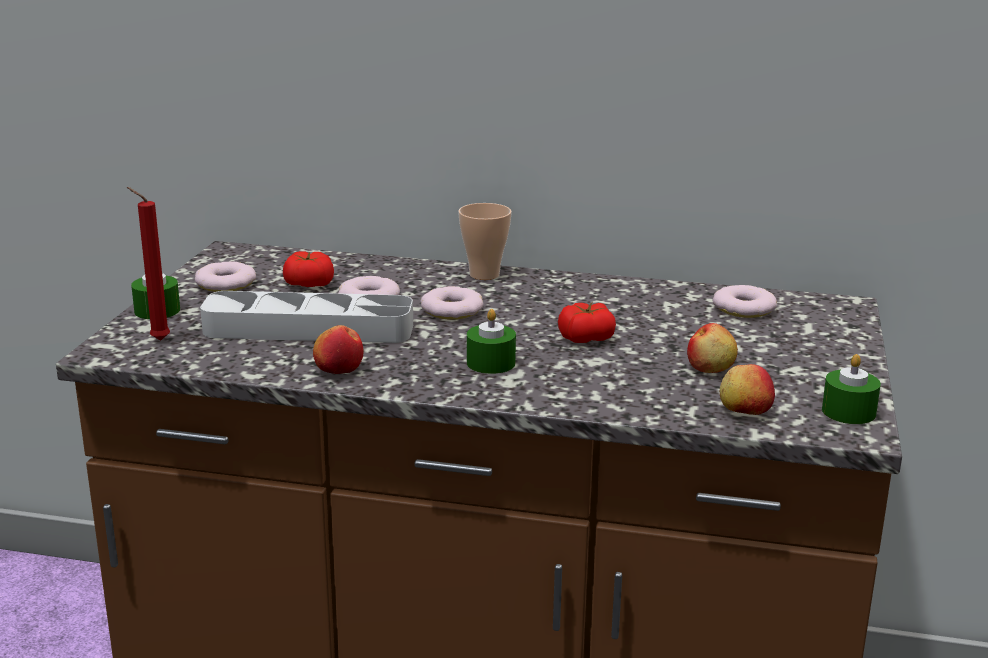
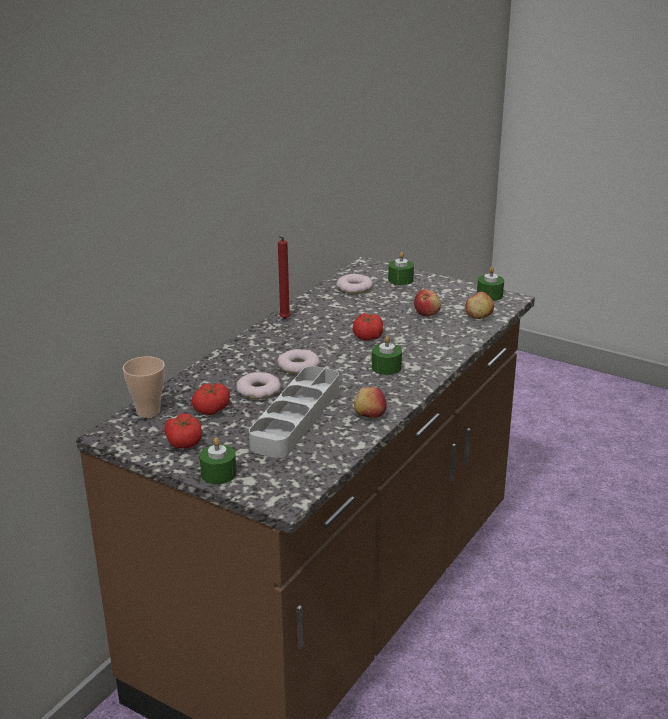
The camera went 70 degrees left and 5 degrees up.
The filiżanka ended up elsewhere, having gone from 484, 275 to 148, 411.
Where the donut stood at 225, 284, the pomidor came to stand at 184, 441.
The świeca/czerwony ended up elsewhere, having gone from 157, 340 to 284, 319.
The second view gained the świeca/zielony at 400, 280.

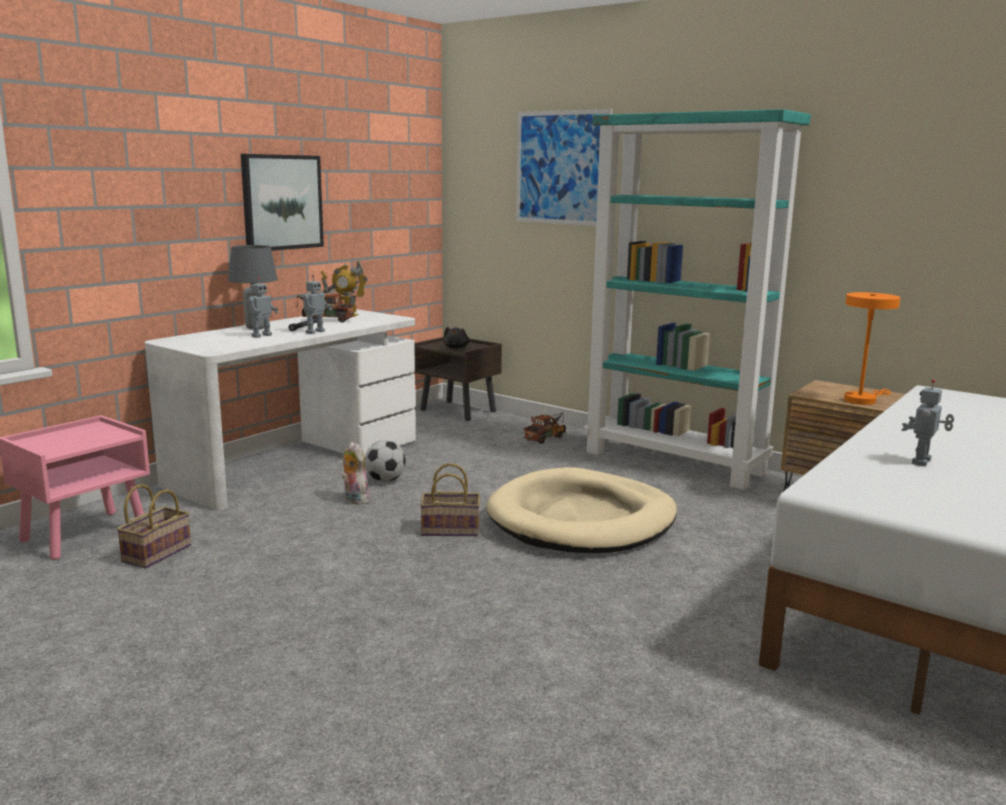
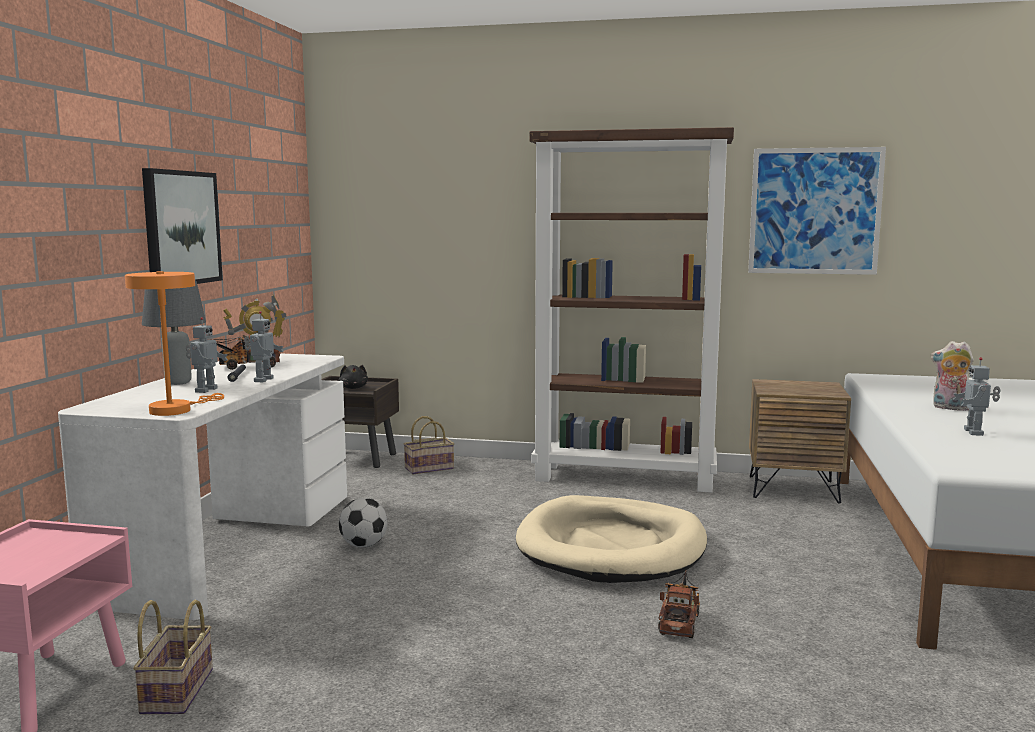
The camera went 25 degrees left and 5 degrees down.
The lampa stołowa/pomarańczowy ended up elsewhere, having gone from 862, 399 to 175, 409.
The koszyk ended up elsewhere, having gone from 452, 529 to 430, 468.
What was the regał/turkusowy at 675, 462 turned into the regał/brązowy at 626, 477.
The ciężarówka zabawkowa ended up elsewhere, having gone from 547, 437 to 680, 621.
The obraz ended up elsewhere, having gone from 562, 168 to 815, 211.
The pluszak ended up elsewhere, having gone from 354, 499 to 950, 408.

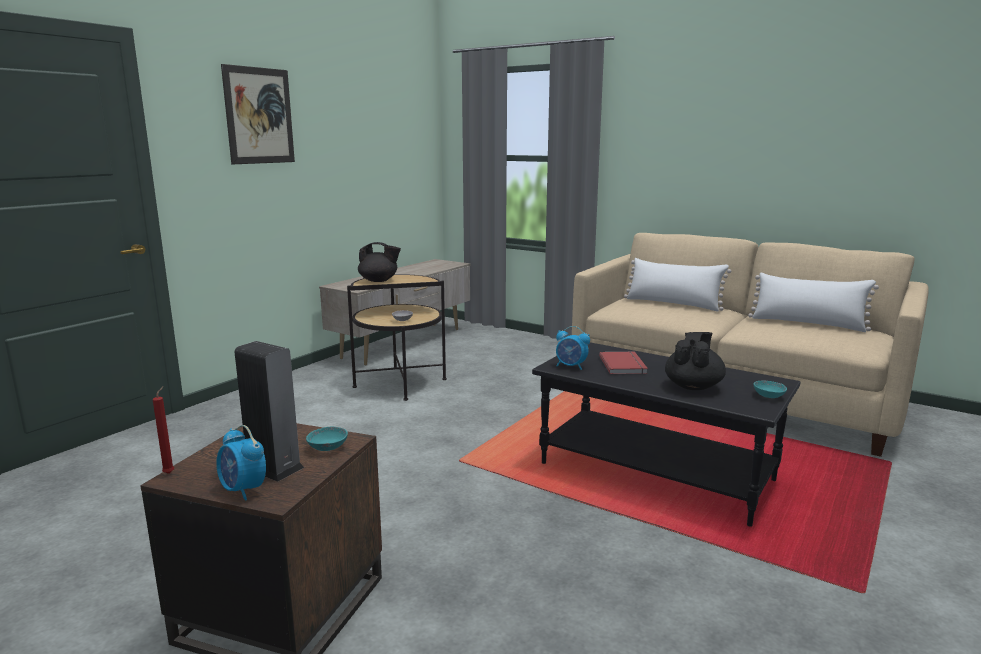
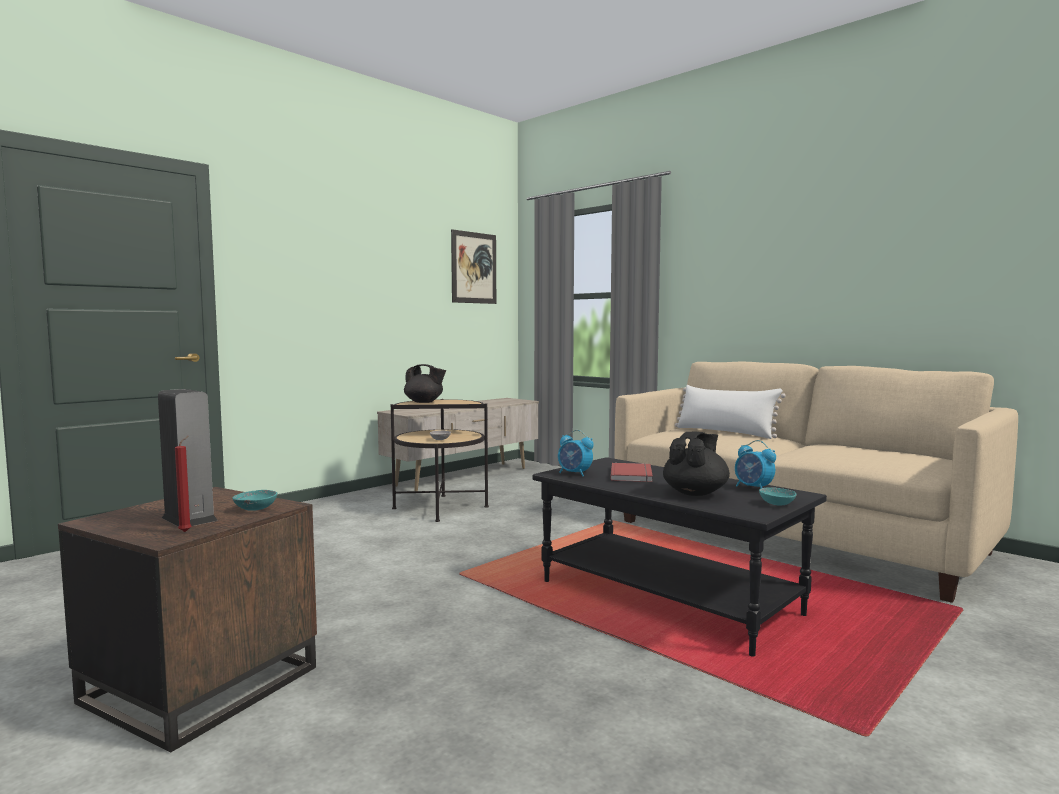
The camera went 10 degrees right and 10 degrees down.
The świeca/czerwony ended up elsewhere, having gone from 170, 472 to 187, 531.
The obraz ended up elsewhere, having gone from 259, 116 to 474, 268.
The budzik ended up elsewhere, having gone from 243, 490 to 753, 488.
The second view lost the poduszka/biały at 808, 323.

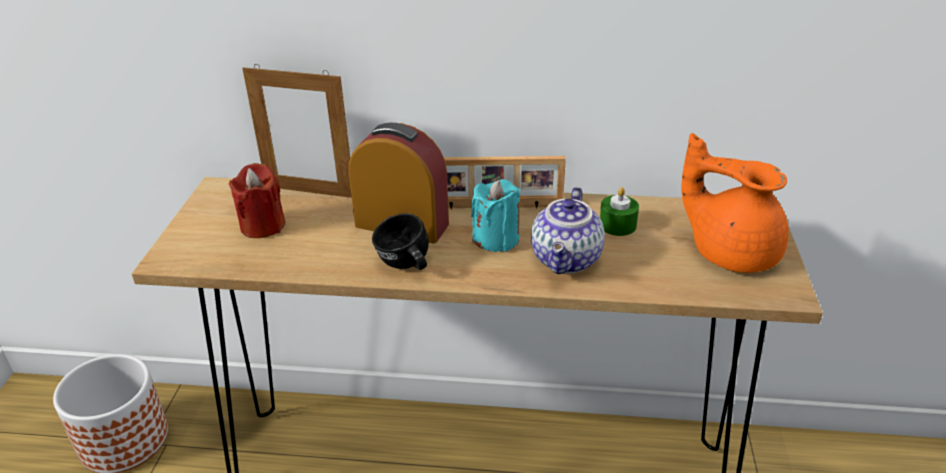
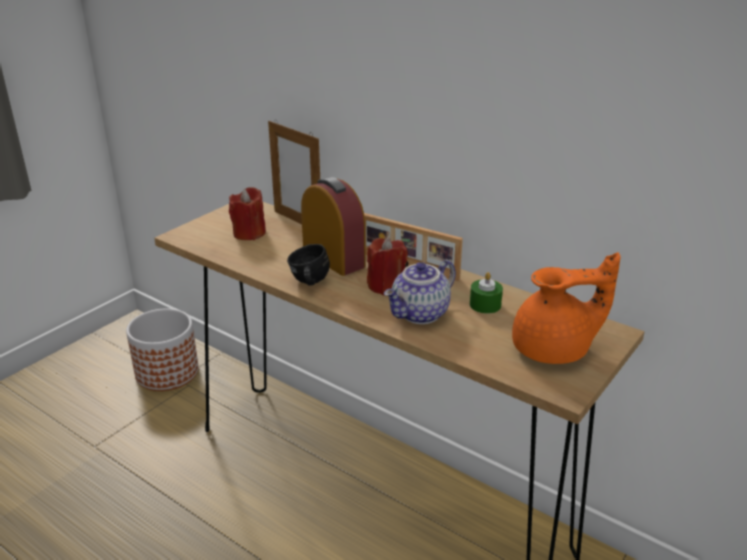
The camera went 30 degrees right and 5 degrees down.
What was the świeca/turkusowy at 496, 239 turned into the świeca/czerwony at 386, 286.
The imbryk/pomarańczowy at 731, 251 ended up facing another way, 105 degrees clockwise from before.

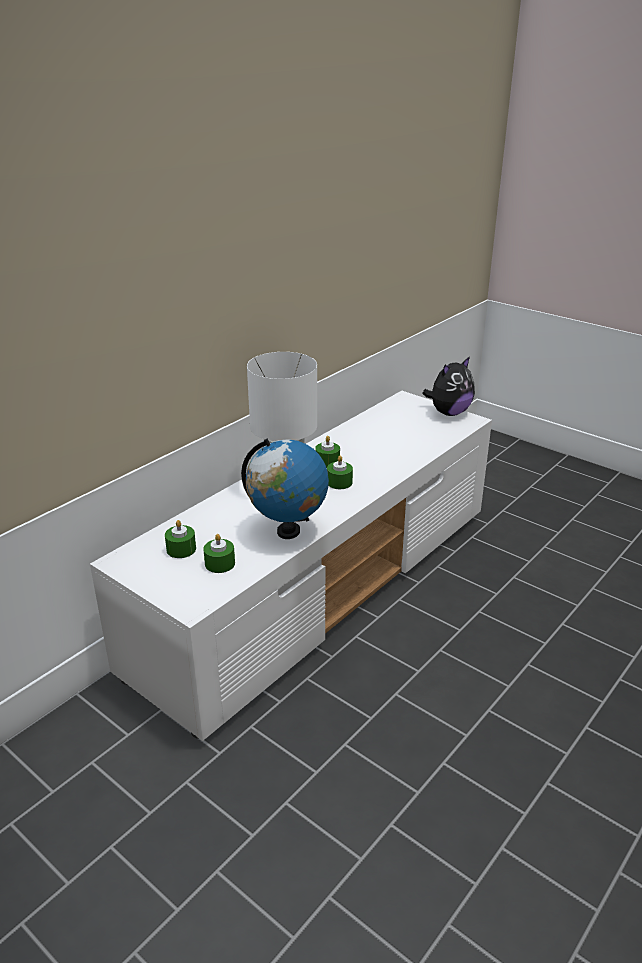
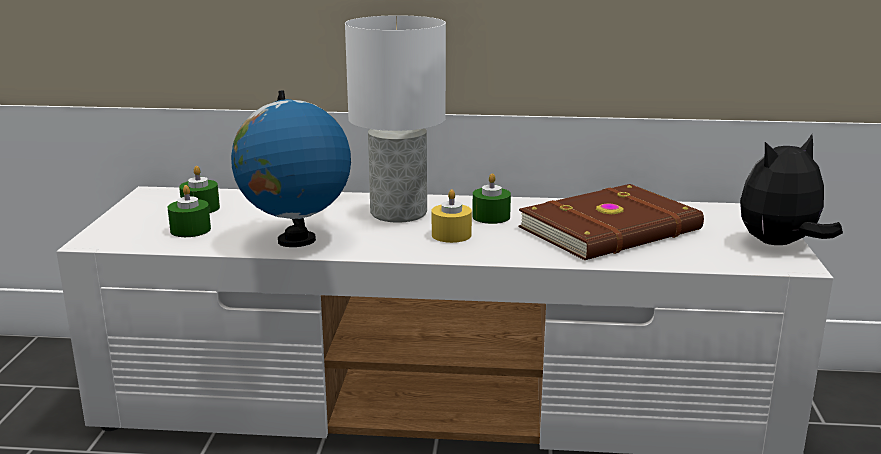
The camera went 55 degrees right and 10 degrees down.
What was the świeca/zielony at 339, 482 turned into the świeca/żółty at 451, 235.
The second view gained the książka/brązowy at 612, 230.
The pluszak at 449, 412 ended up facing another way, 135 degrees clockwise from before.

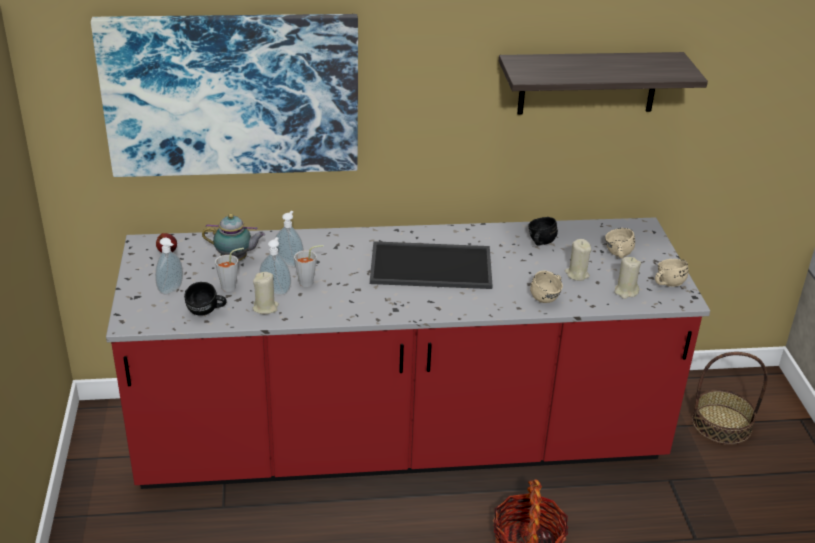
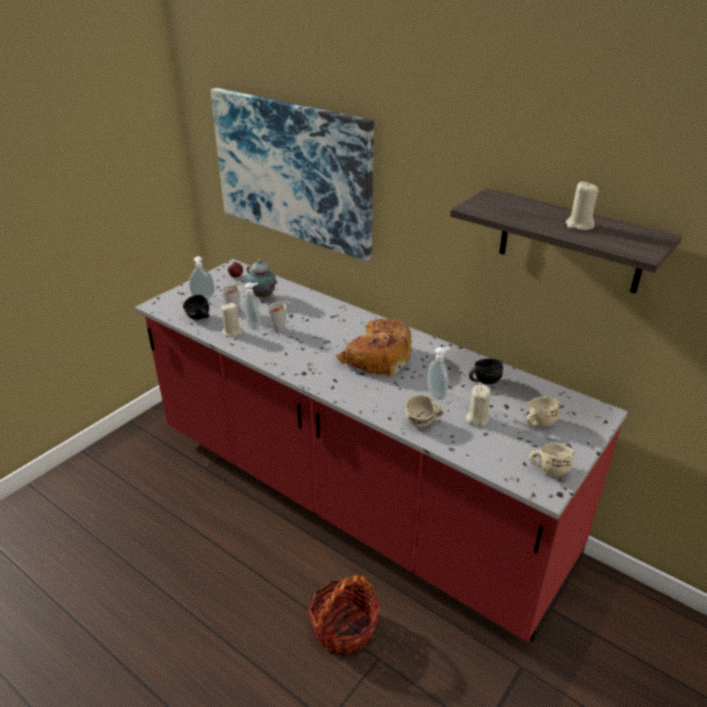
The camera went 45 degrees right and 0 degrees up.
Where the taca stood at 432, 265, the chleb came to stand at 376, 357.
The dozownik mydła ended up elsewhere, having gone from 290, 263 to 437, 394.
The świeca/beżowy ended up elsewhere, having gone from 625, 291 to 579, 225.
The second view lost the koszyk at 721, 424.

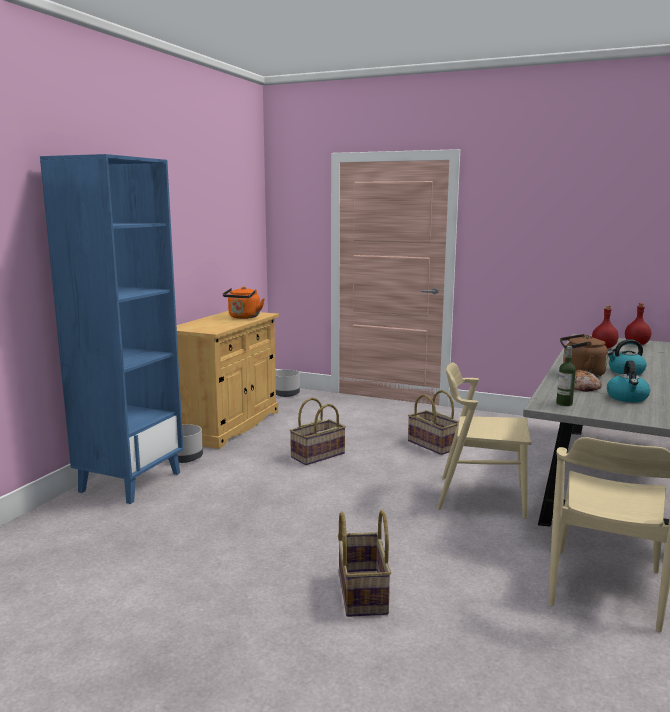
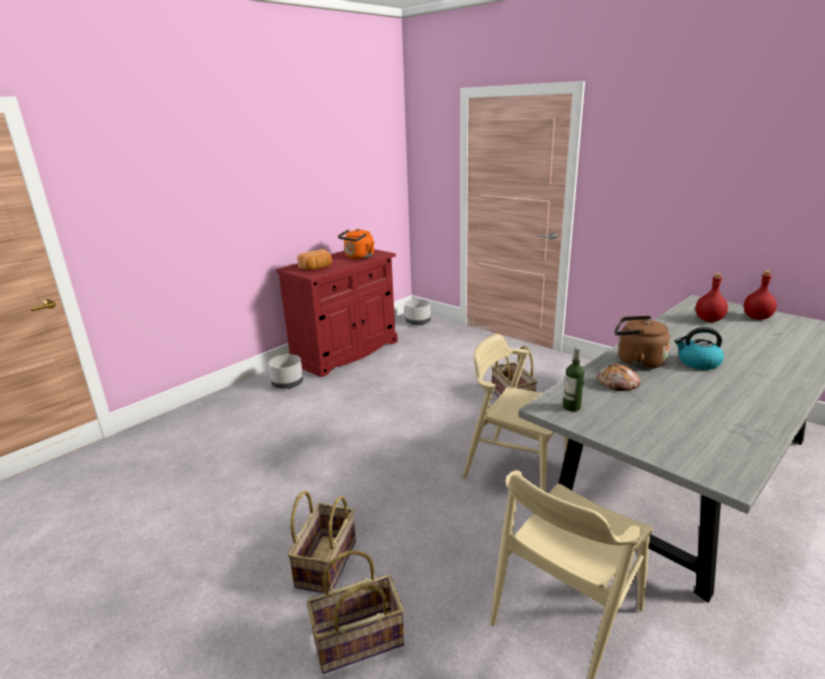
The camera went 20 degrees right and 10 degrees up.
What was the szafka/beżowy at 227, 425 turned into the szafka/czerwony at 345, 352.
The second view gained the chleb at 317, 268.
The koszyk ended up elsewhere, having gone from 318, 456 to 358, 642.
The second view lost the regał/niebieski at 130, 481.
The second view lost the czajnik at 627, 398.

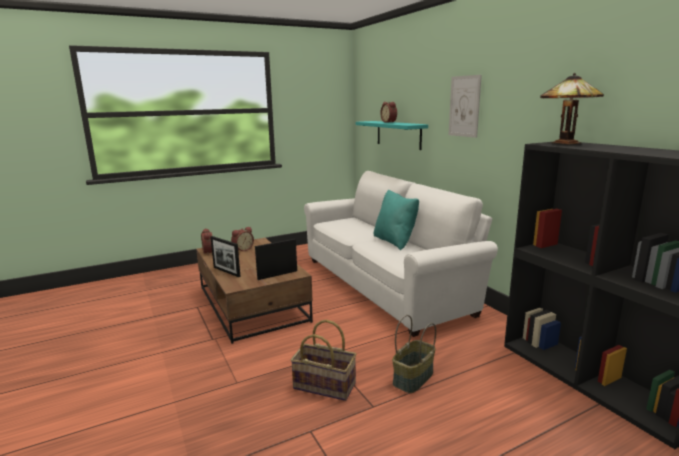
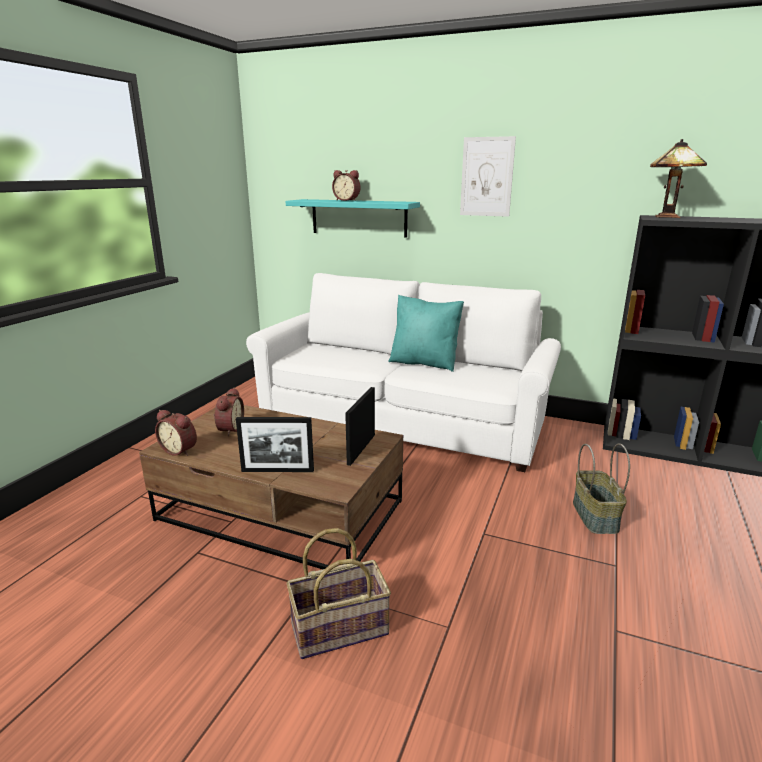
The camera went 40 degrees left and 5 degrees up.
The koszyk ended up elsewhere, having gone from 325, 385 to 339, 627.

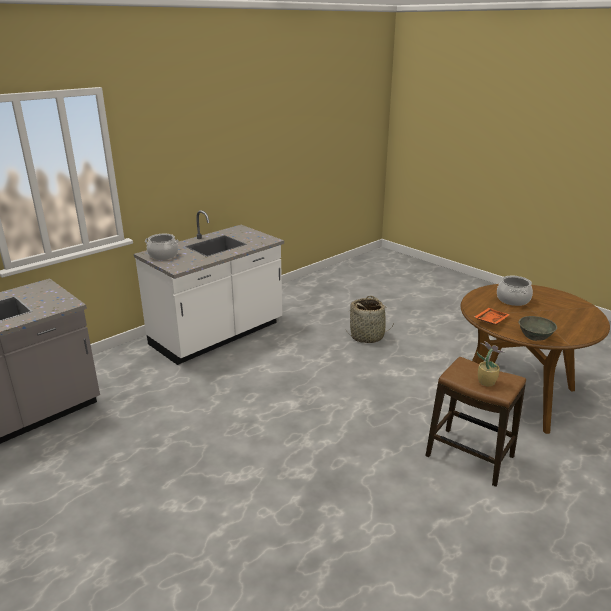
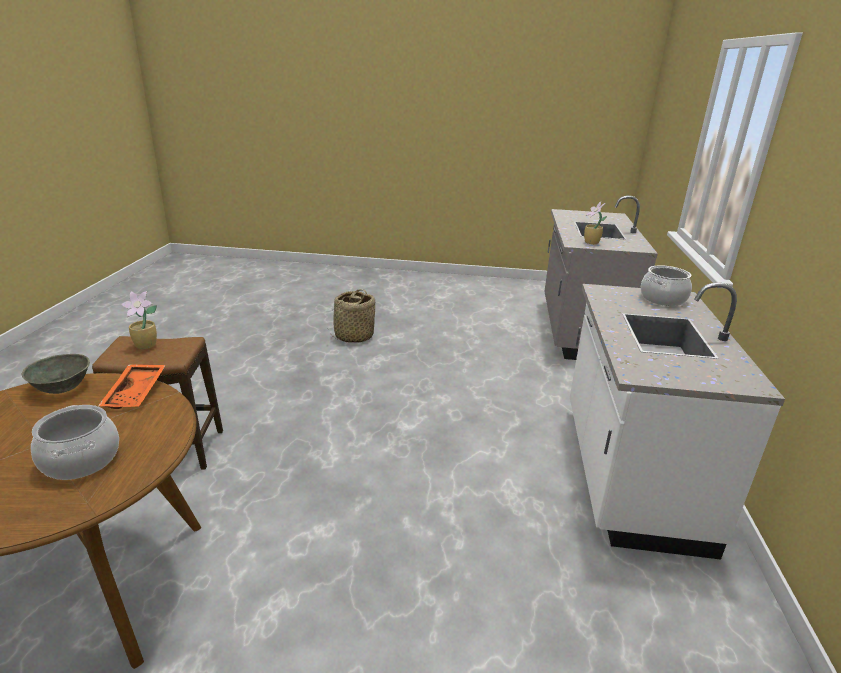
The camera went 140 degrees right and 0 degrees up.
The koszyk ended up elsewhere, having gone from 367, 336 to 353, 336.
The second view gained the roślina doniczkowa at 591, 242.

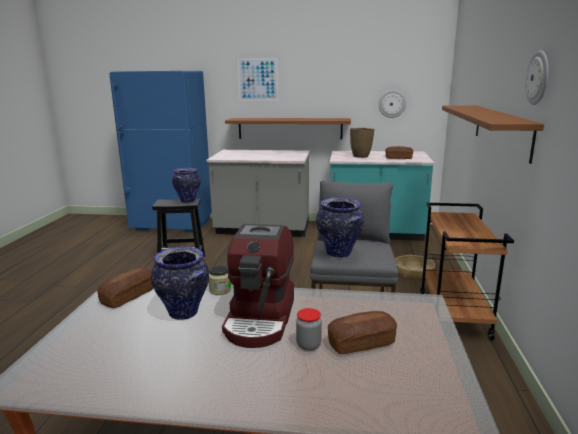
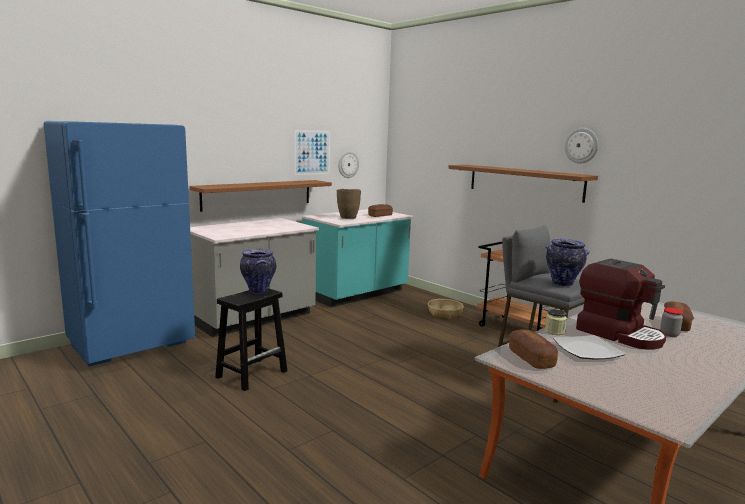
The camera went 50 degrees left and 5 degrees down.
The obraz ended up elsewhere, having gone from 258, 79 to 312, 152.
Where the wazon stood at 184, 313, the talerz came to stand at 587, 350.

